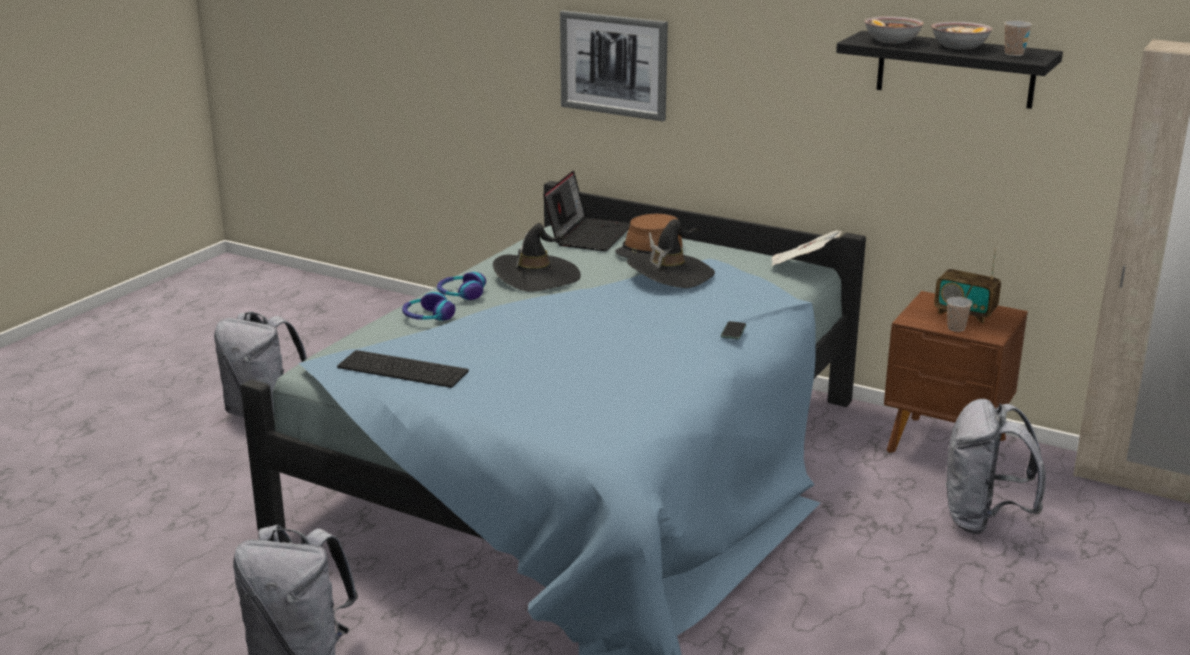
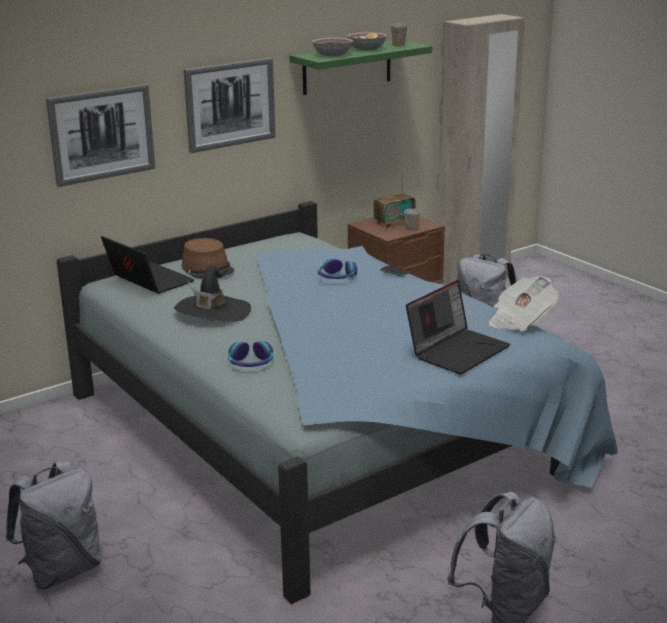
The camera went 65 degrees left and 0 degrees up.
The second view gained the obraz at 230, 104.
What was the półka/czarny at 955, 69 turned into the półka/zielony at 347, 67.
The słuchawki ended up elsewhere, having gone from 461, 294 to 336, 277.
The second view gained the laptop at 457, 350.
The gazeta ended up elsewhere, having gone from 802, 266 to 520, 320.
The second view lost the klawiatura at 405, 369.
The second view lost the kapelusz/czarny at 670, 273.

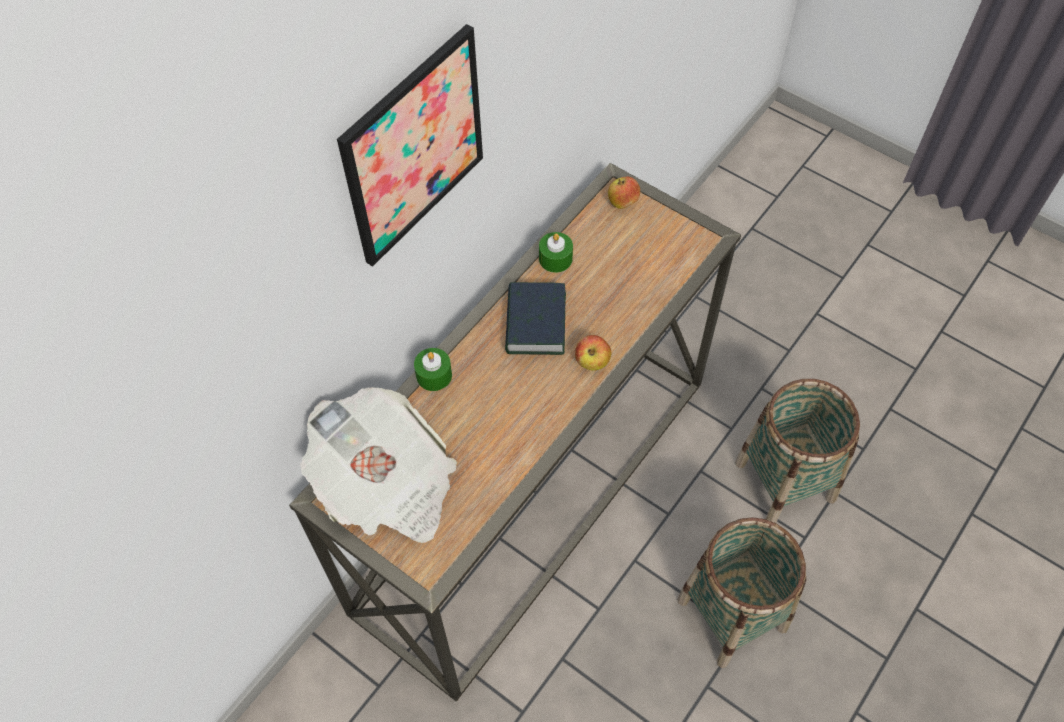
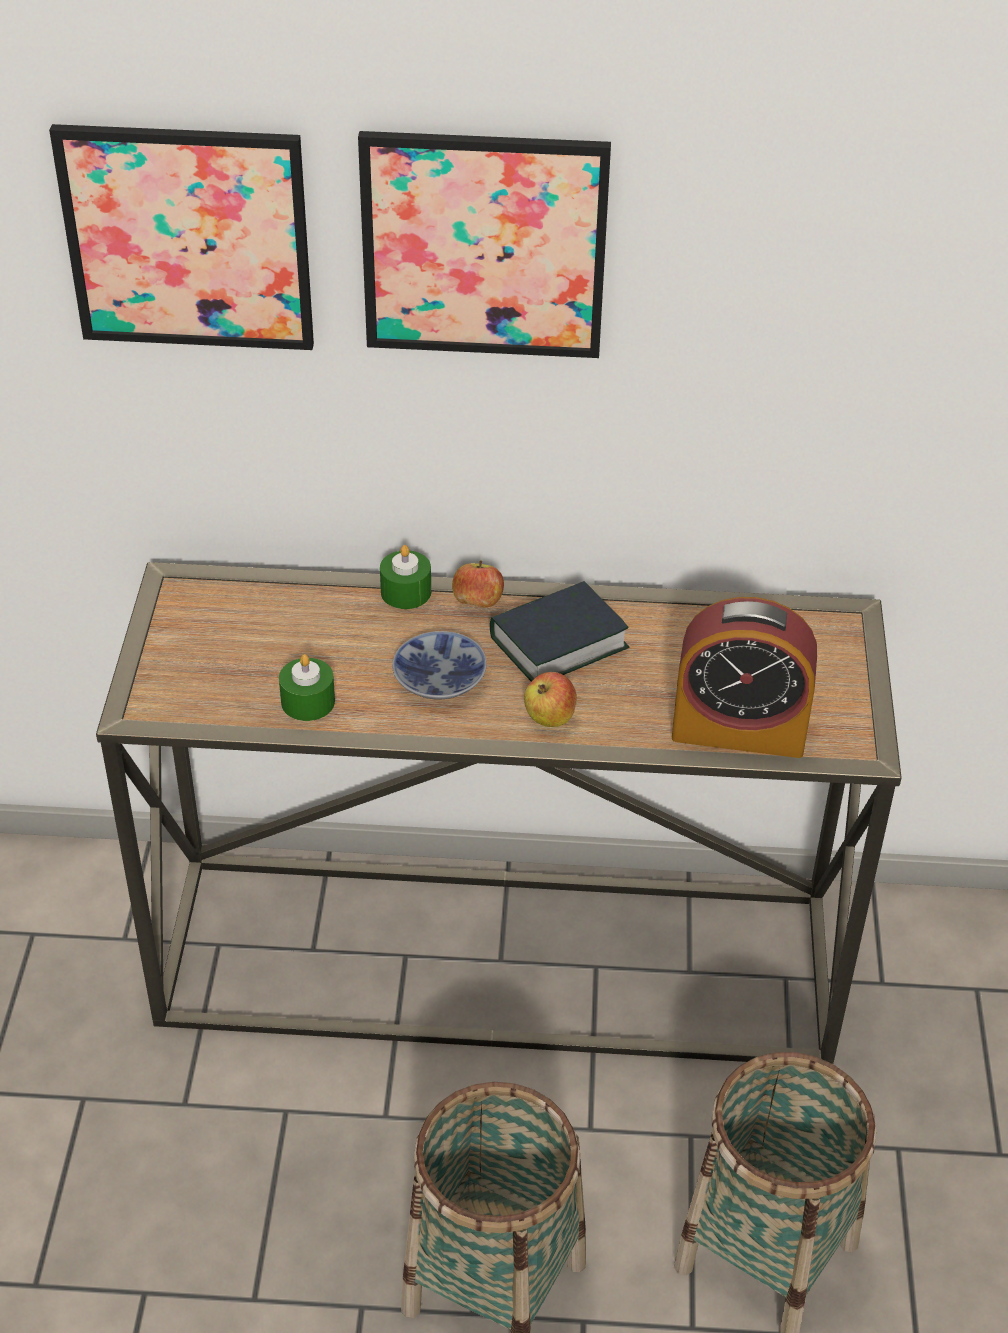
The camera went 55 degrees right and 15 degrees down.
The second view gained the obraz at 188, 238.
The świeca/zielony ended up elsewhere, having gone from 555, 259 to 308, 701.
The second view gained the miska at 440, 677.
The jabłko ended up elsewhere, having gone from 623, 202 to 478, 603.
The second view gained the budzik at 739, 730.
The second view lost the gazeta at 387, 485.

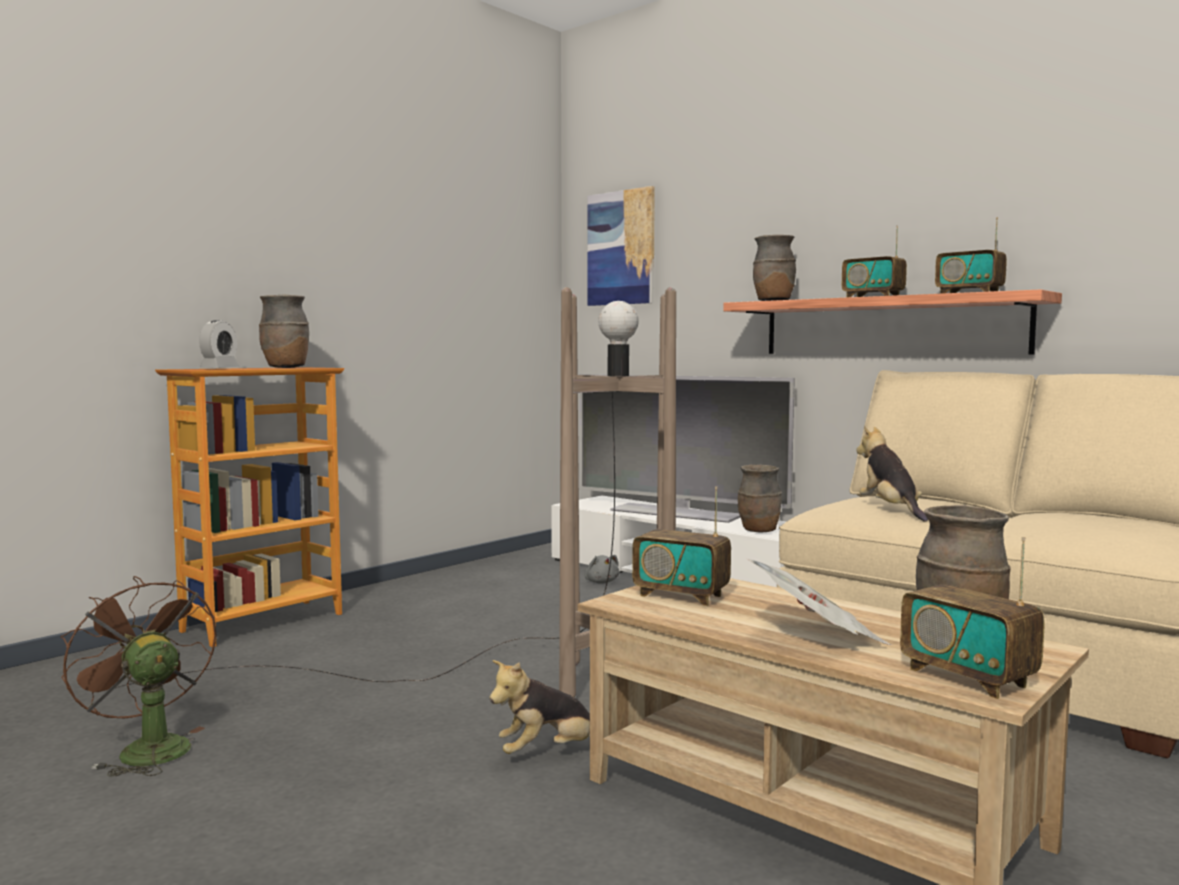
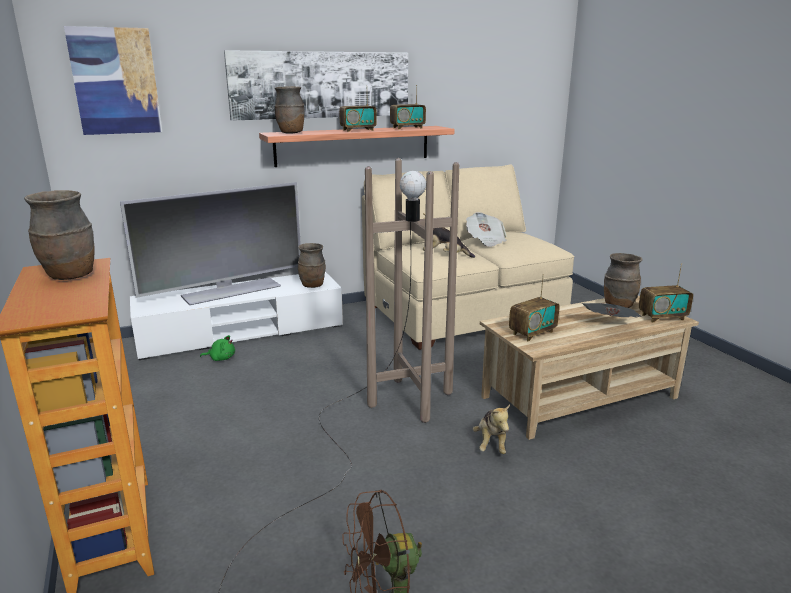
The camera went 65 degrees left and 15 degrees up.
What was the pluszak/szary at 601, 582 turned into the pluszak/zielony at 221, 358.
The second view gained the obraz at 321, 85.
The second view gained the gazeta at 485, 241.
The second view lost the budzik at 219, 368.

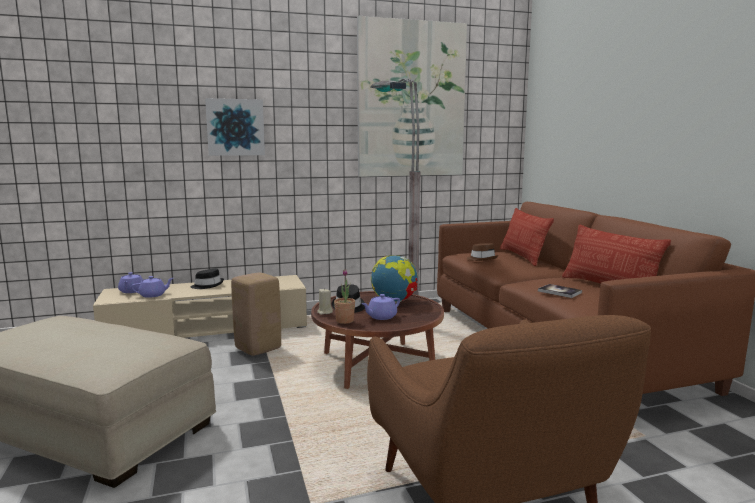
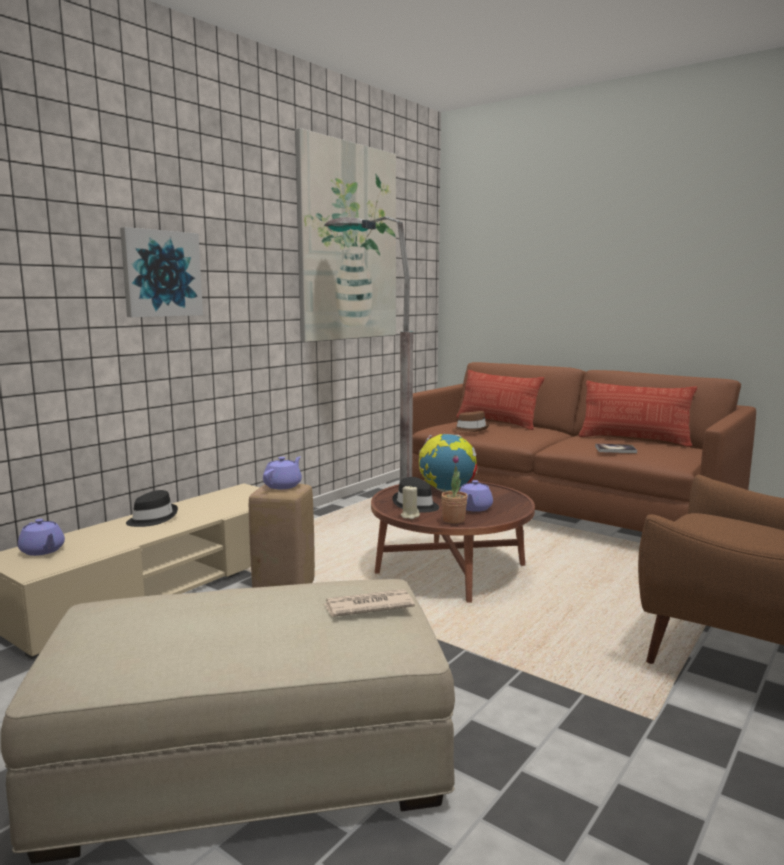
The camera went 35 degrees left and 0 degrees up.
The imbryk/fioletowy ended up elsewhere, having gone from 153, 295 to 283, 485.
The second view gained the gazeta at 367, 606.

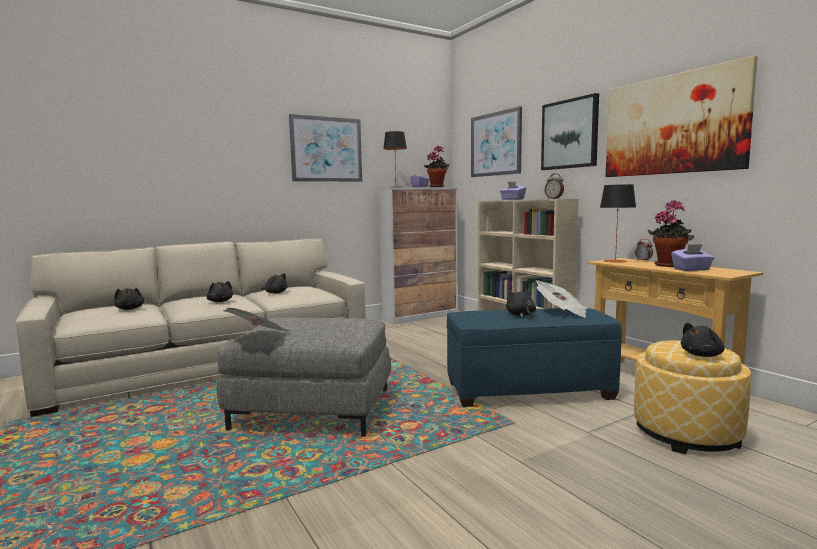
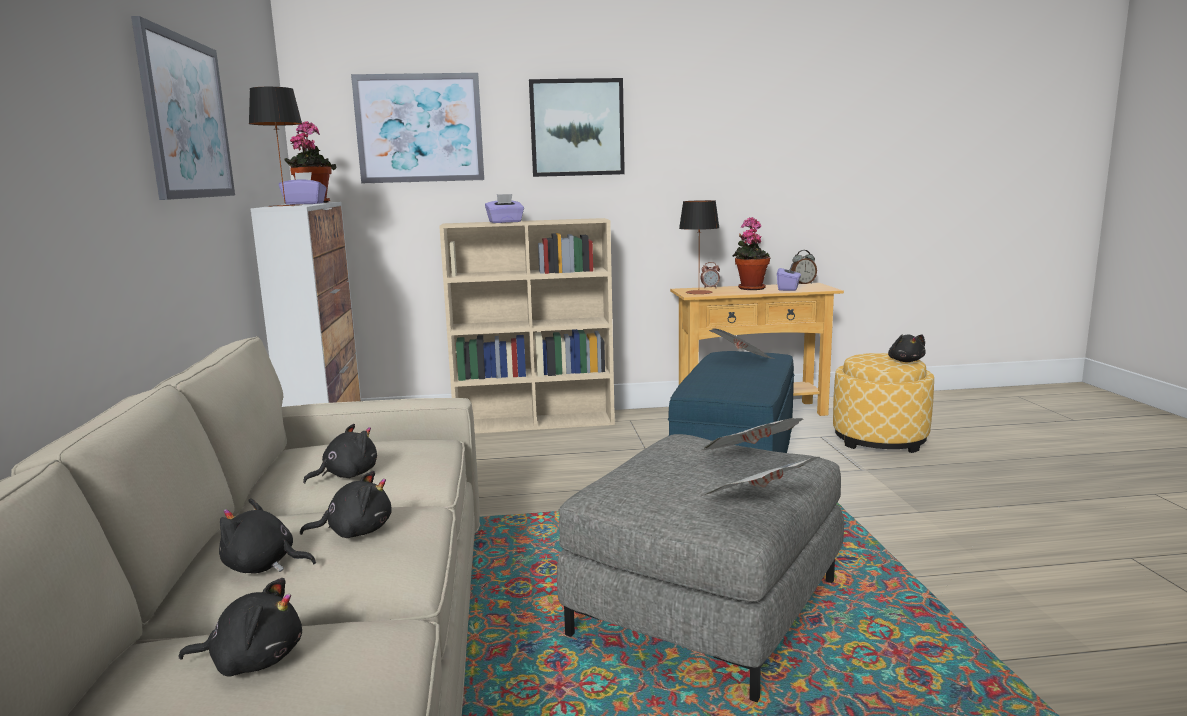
The camera went 65 degrees left and 5 degrees up.
The pluszak/czarny ended up elsewhere, having gone from 521, 315 to 263, 566.
The second view gained the gazeta at 750, 460.
The budzik ended up elsewhere, having gone from 554, 199 to 802, 284.
The second view lost the obraz at 672, 125.

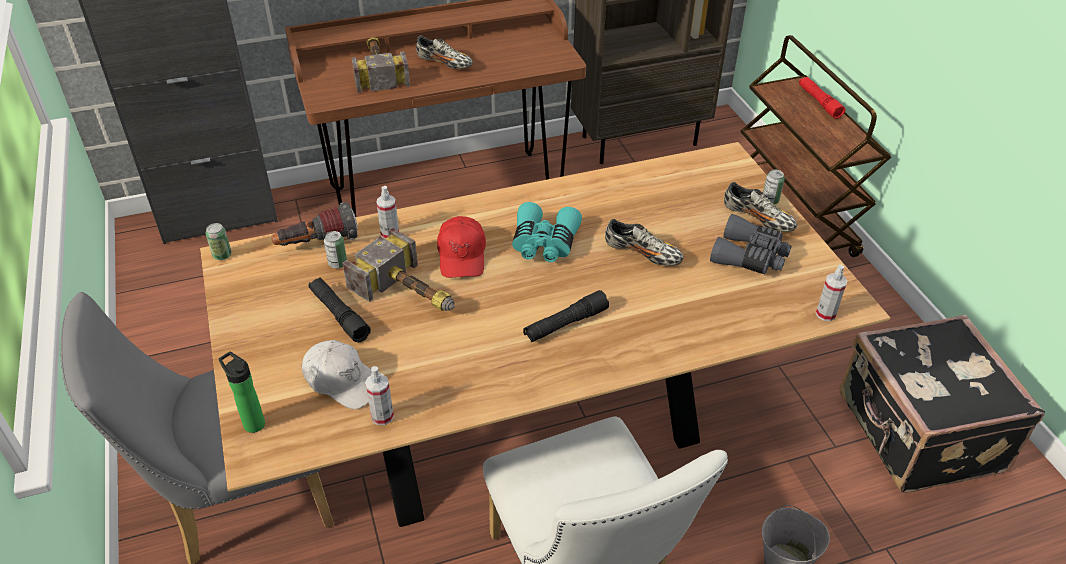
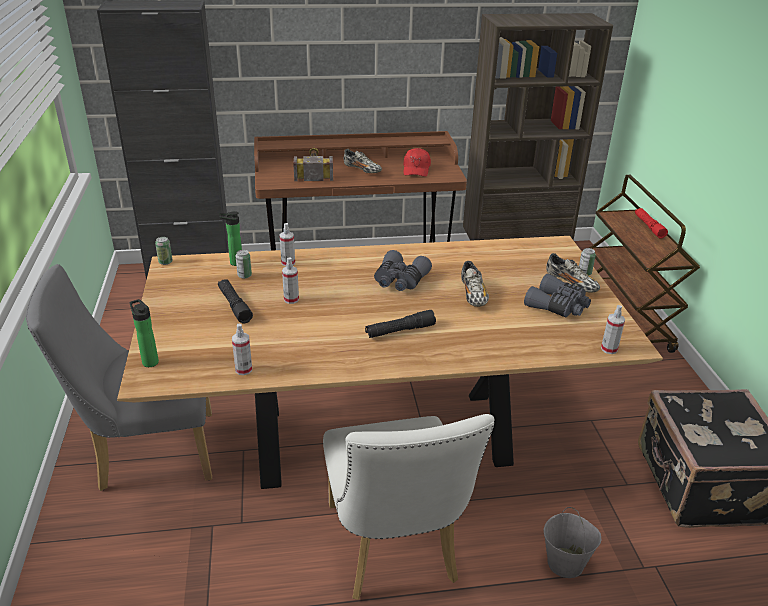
The camera went 10 degrees right and 10 degrees down.
Where the latarka stood at 317, 244, the butelka came to stand at 234, 263.
Where the młotek stood at 411, 294, the spryskiwacz came to stand at 291, 299.
What was the lornetka/turkusowy at 544, 243 turned into the lornetka/szary at 400, 280.
The czapka z daszkiem/czerwony ended up elsewhere, having gone from 462, 255 to 416, 169.
The but at 642, 254 ended up facing another way, 45 degrees clockwise from before.
The second view lost the czapka z daszkiem/biały at 343, 381.

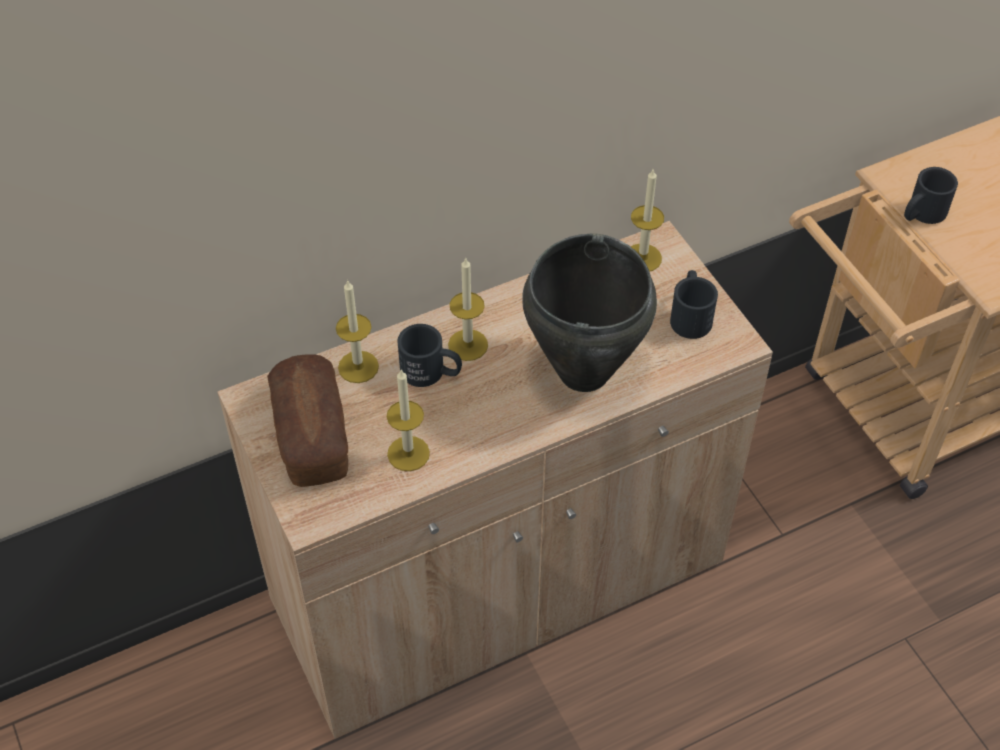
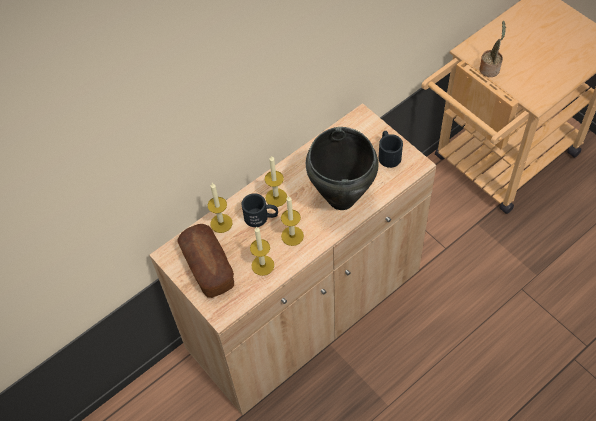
The camera went 10 degrees left and 5 degrees up.
The świeca ended up elsewhere, having gone from 642, 258 to 292, 236.
Where the kubek/czarny stood at 921, 214, the roślina doniczkowa came to stand at 490, 68.

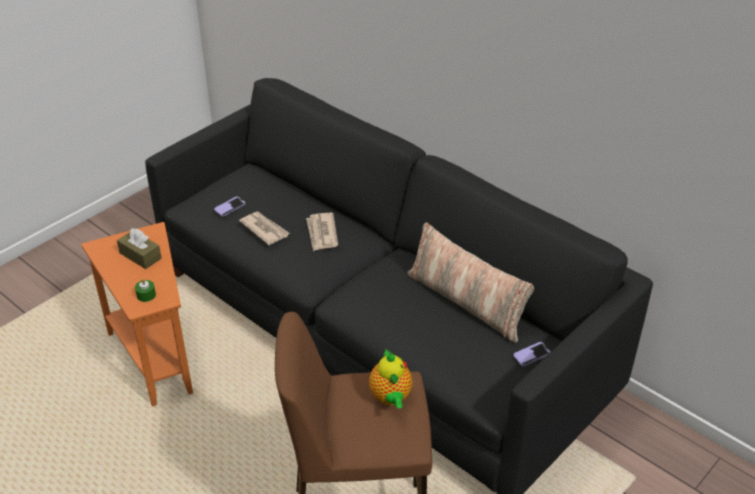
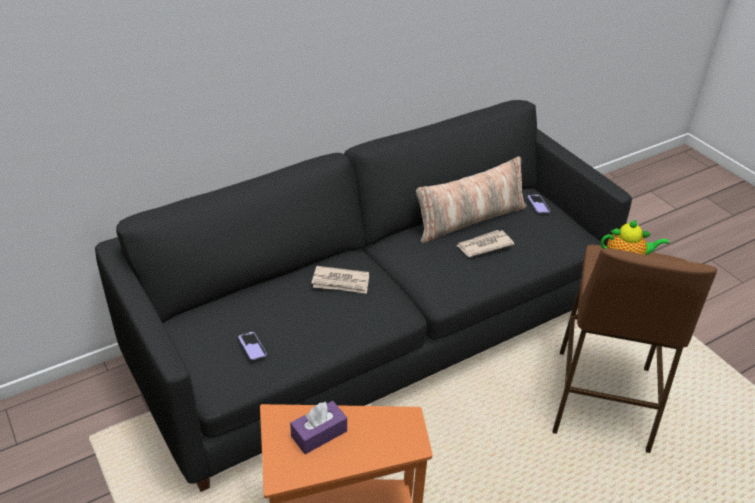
The camera went 75 degrees left and 0 degrees up.
What was the pudełko chusteczek/brązowy at 140, 256 turned into the pudełko chusteczek/fioletowy at 319, 433.
The gazeta ended up elsewhere, having gone from 264, 229 to 484, 245.
The second view lost the świeca/zielony at 146, 295.

